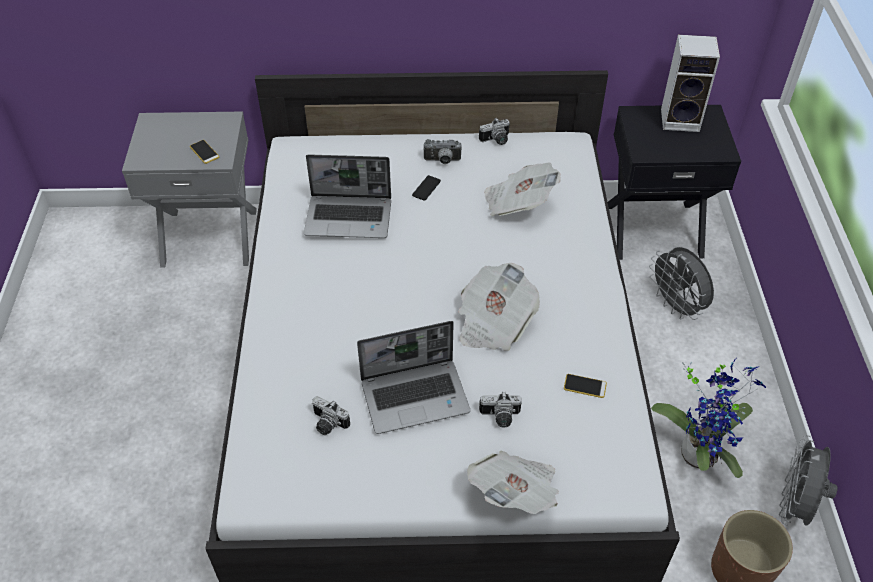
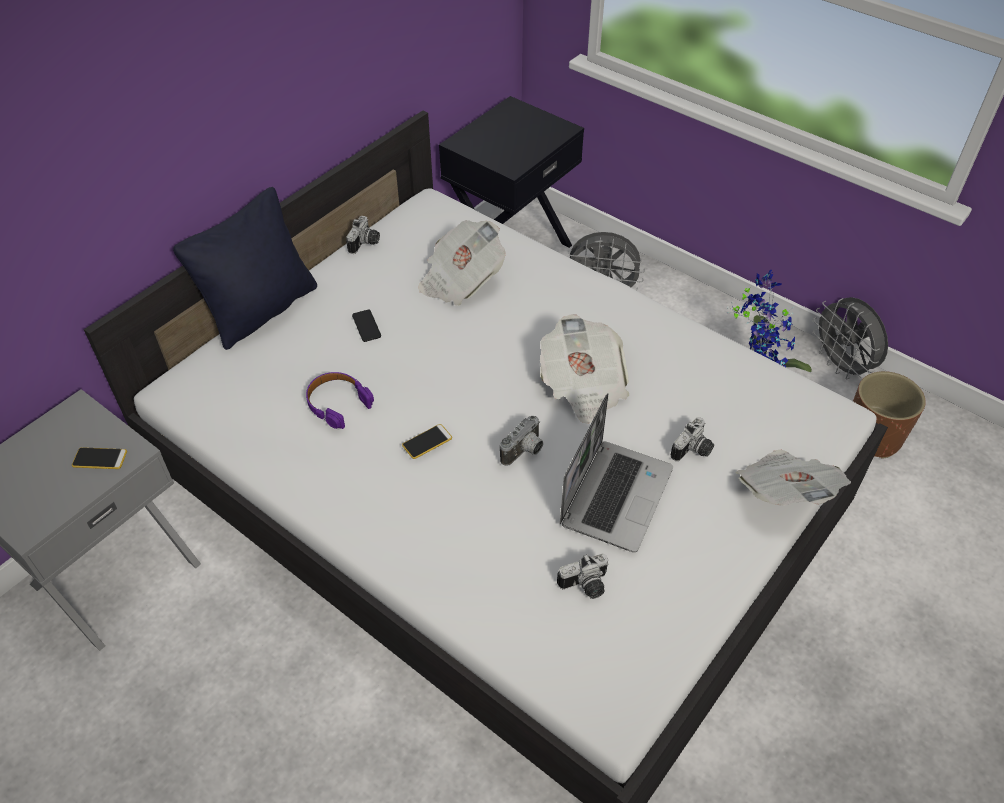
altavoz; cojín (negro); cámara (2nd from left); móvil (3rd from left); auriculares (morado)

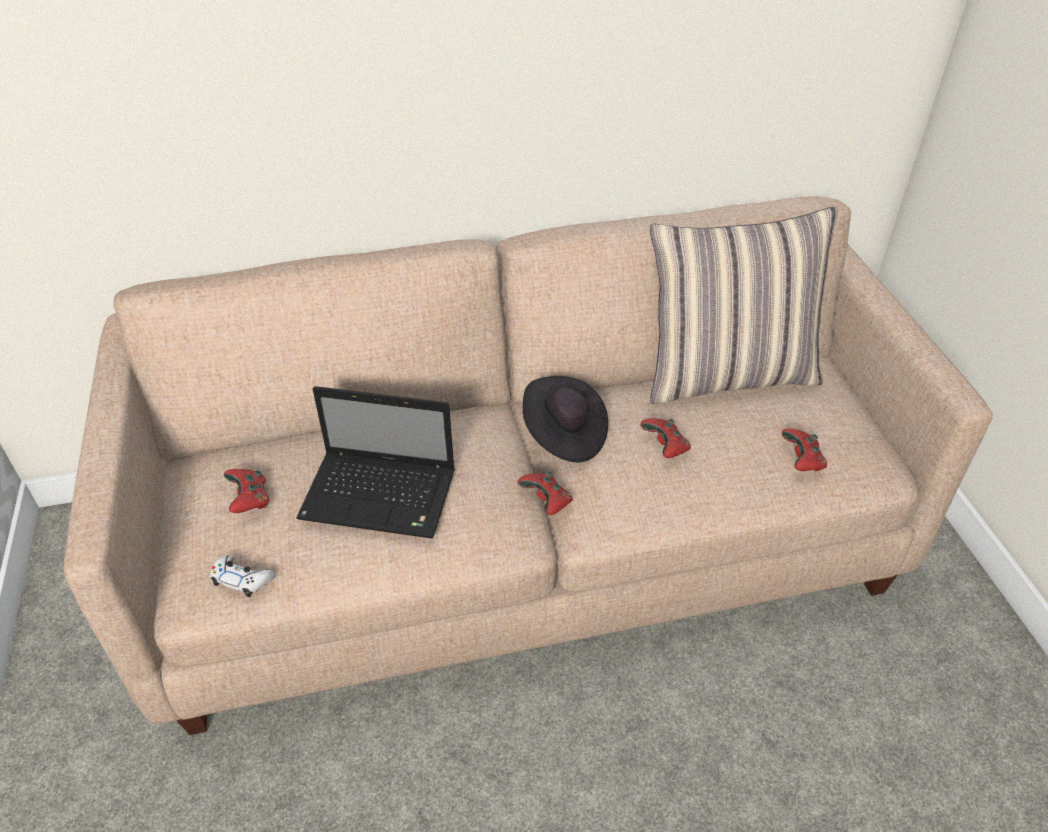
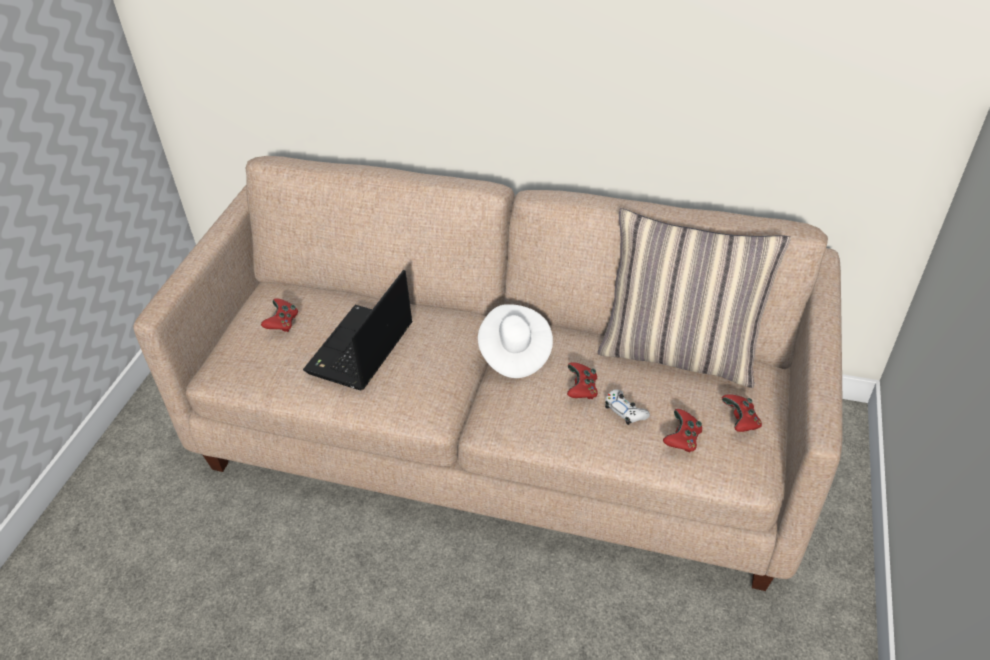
mando de consola (blanco); mando de consola (rojo) (4th from left); sombrero (blanco); portátil

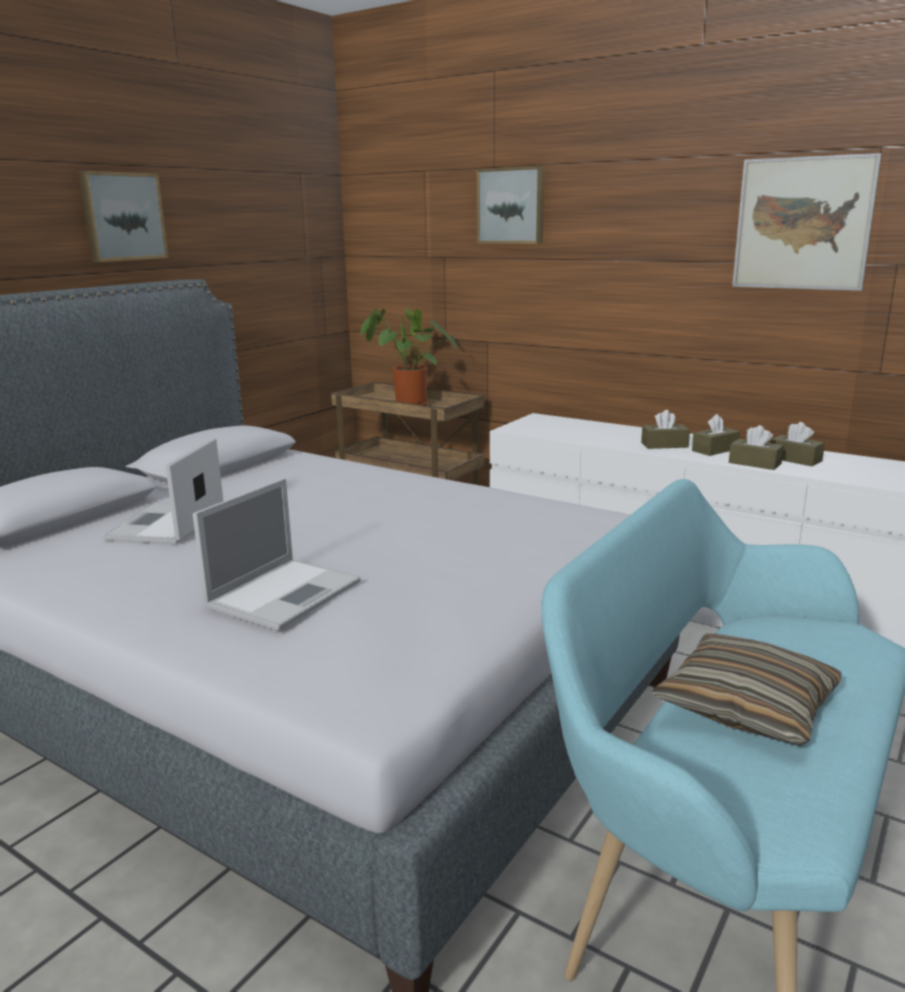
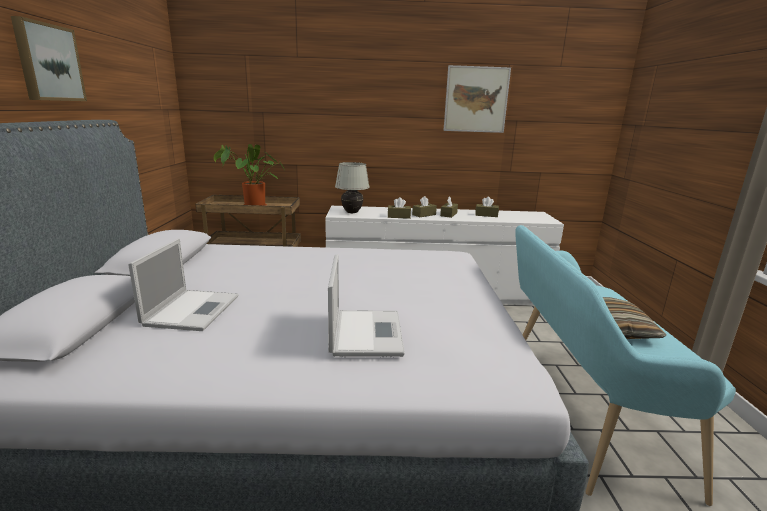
cuadro (2nd from left in the first image); lámpara de mesa (blanco); caja de pañuelos (marrón) (1st from left); portátil (1st from left)

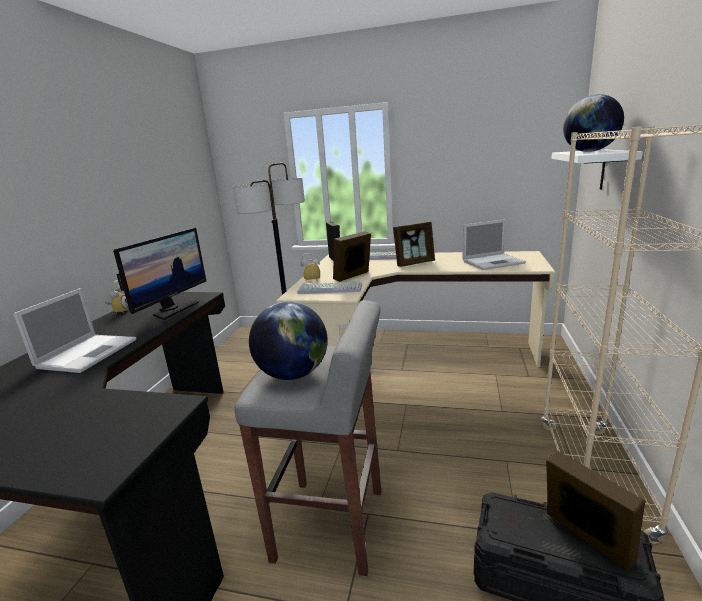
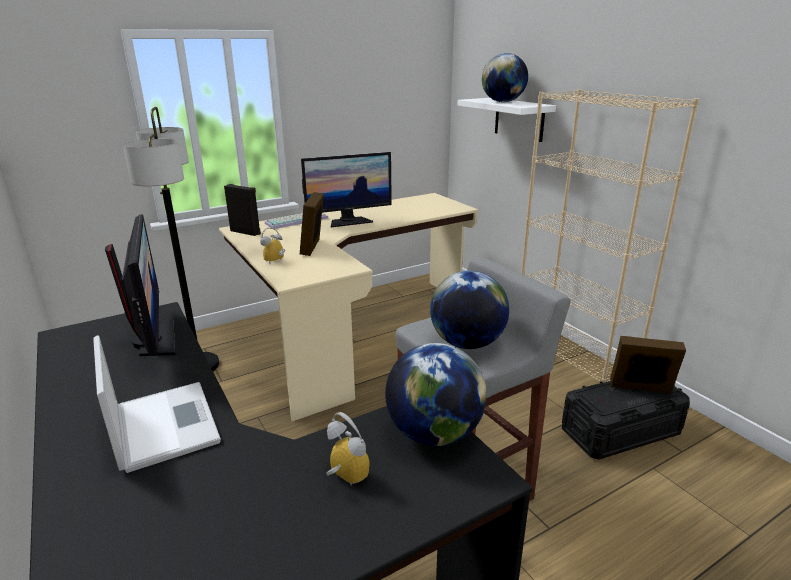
teclado (1st from left in the first image); portátil (2nd from left in the first image); globo terráqueo (1st from left); despertador (2nd from left); monitor (2nd from left)

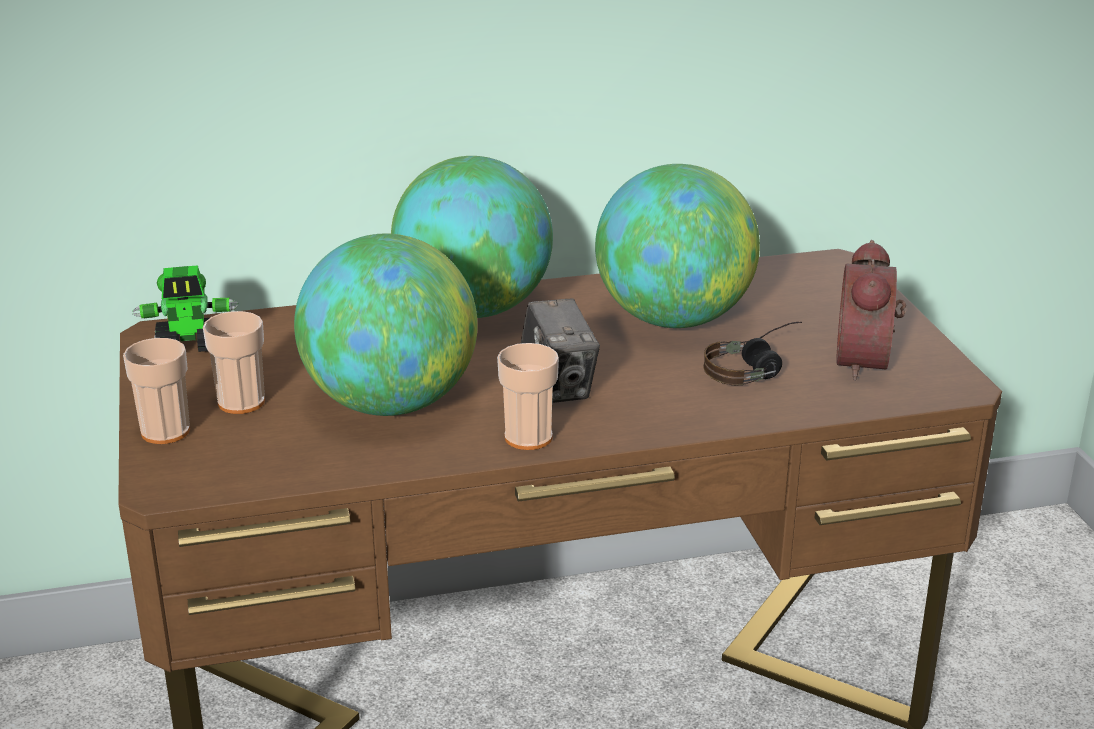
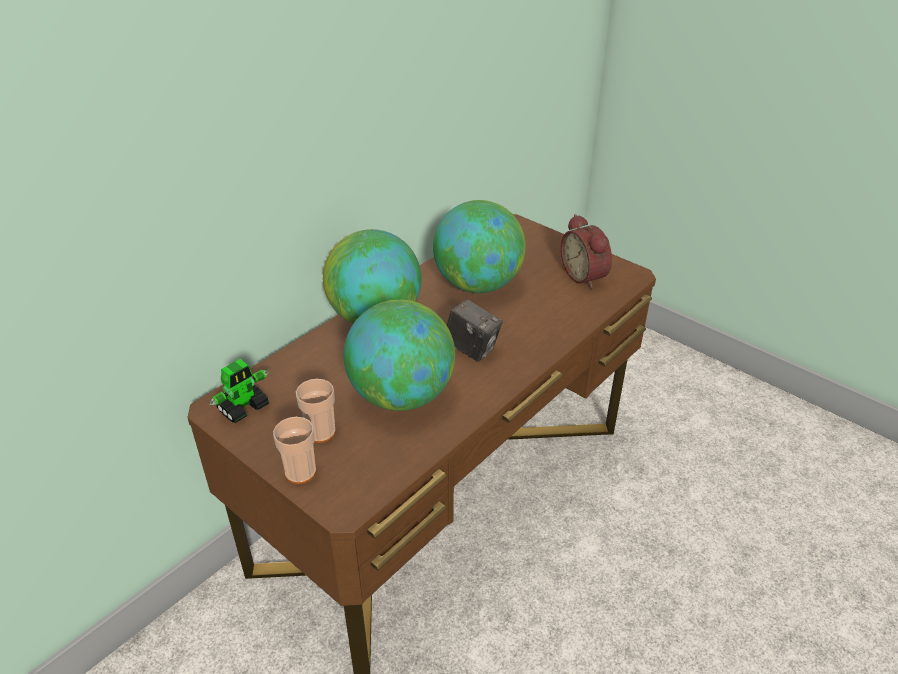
taza (3rd from left in the first image); auriculares

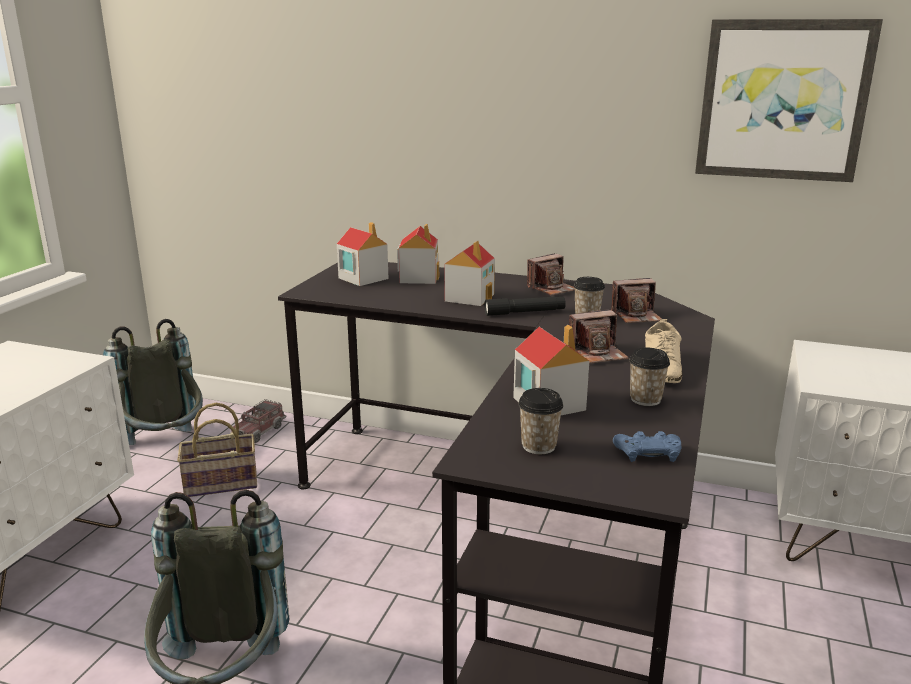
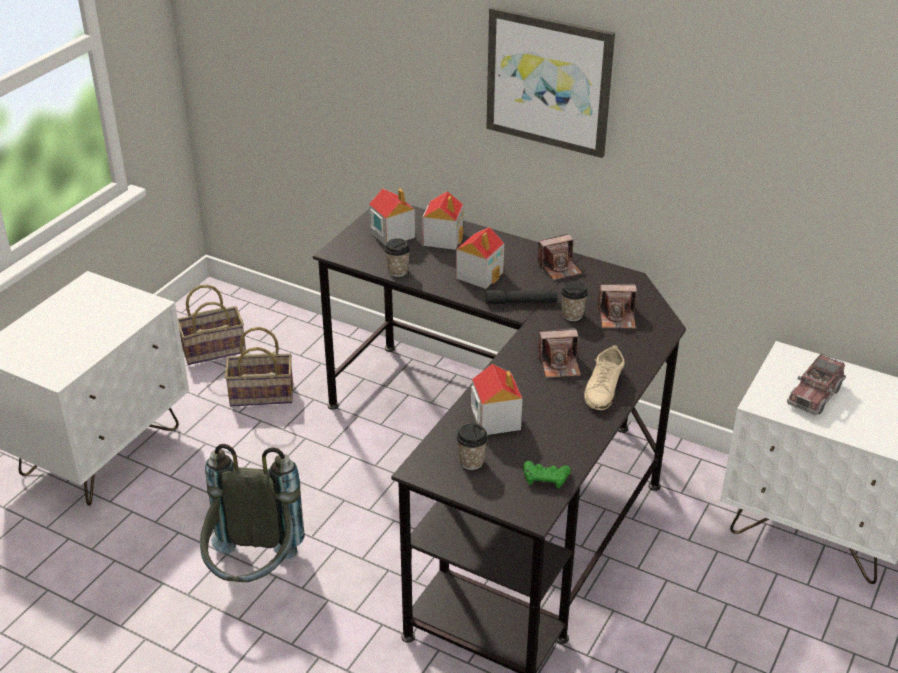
camión de juguete; taza (1st from left); cuadro; cesta (1st from left); mando de consola (verde)

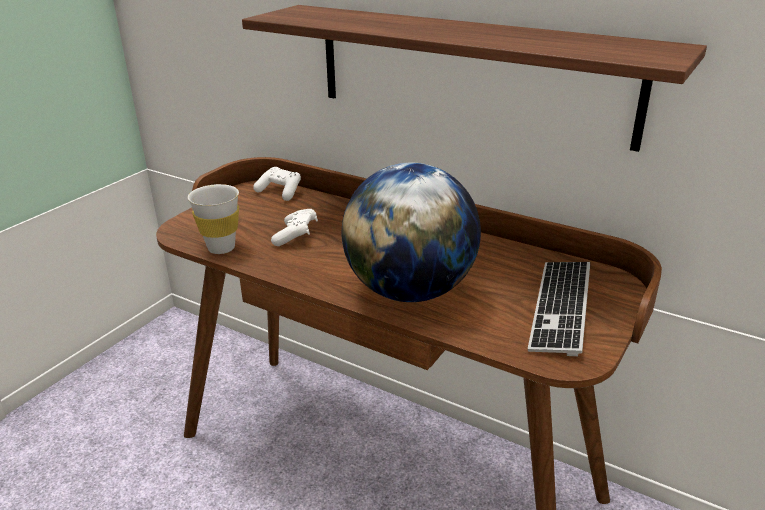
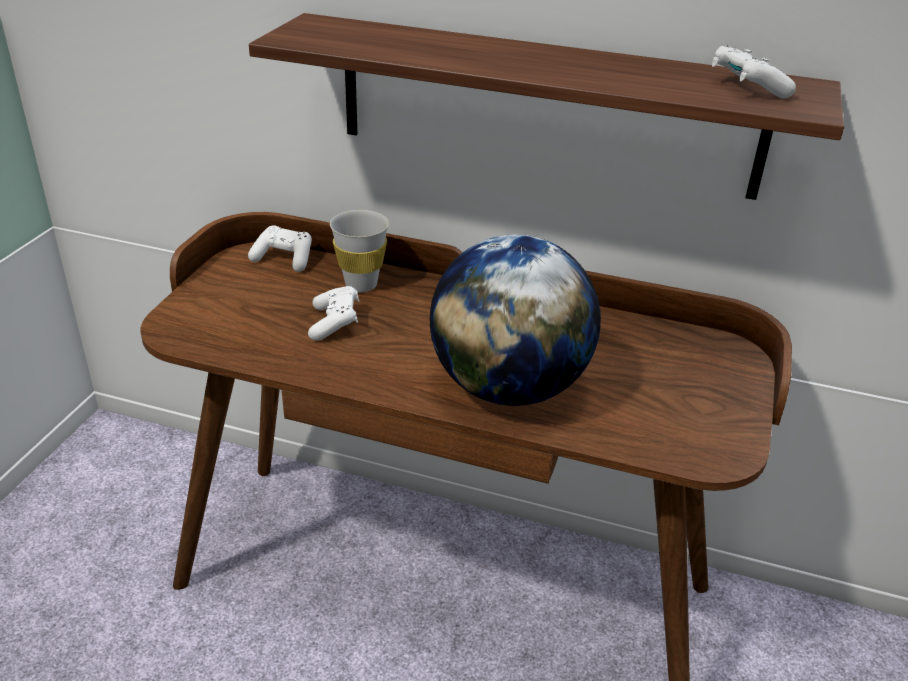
teclado; mando de consola (blanco) (3rd from left); taza (blanco)

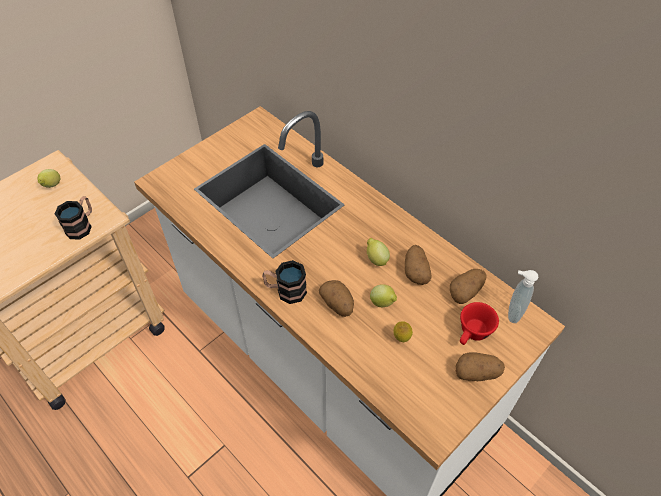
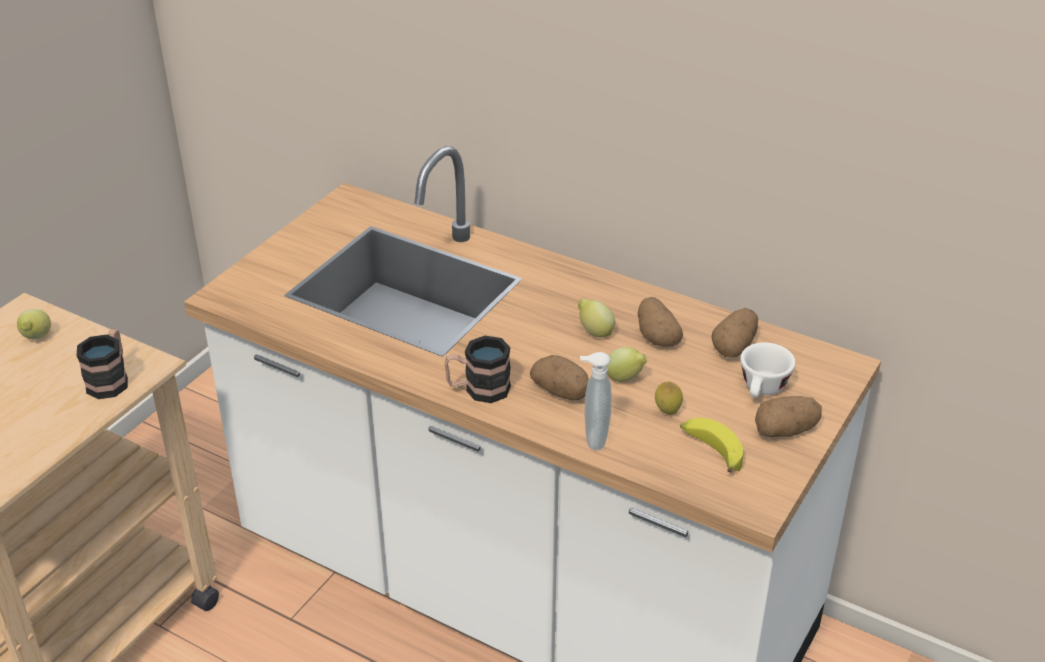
plátano; dispensador de jabón; taza (blanco)

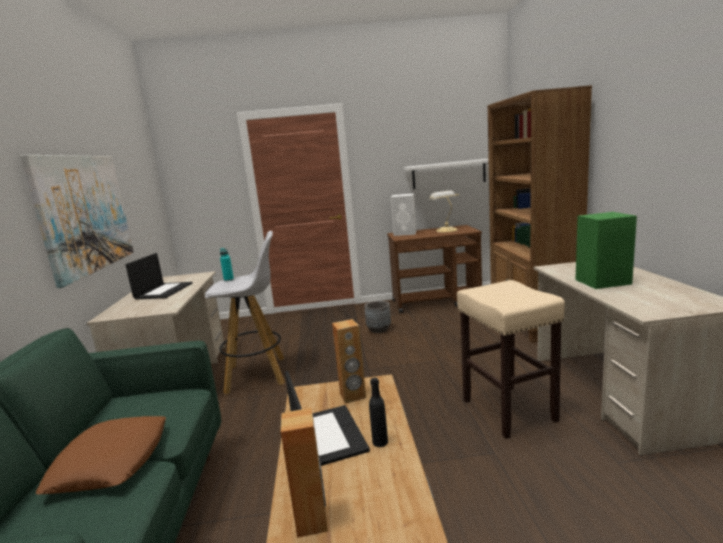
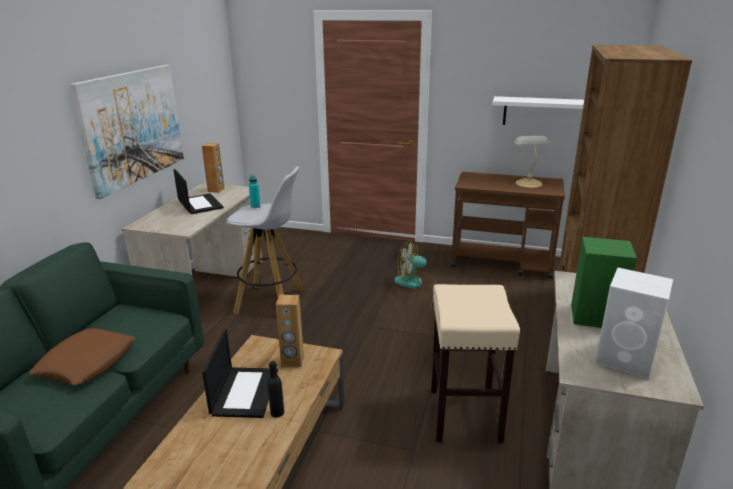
altavoz (marrón) (1st from left); altavoz (blanco); ventilador; portátil (1st from left)

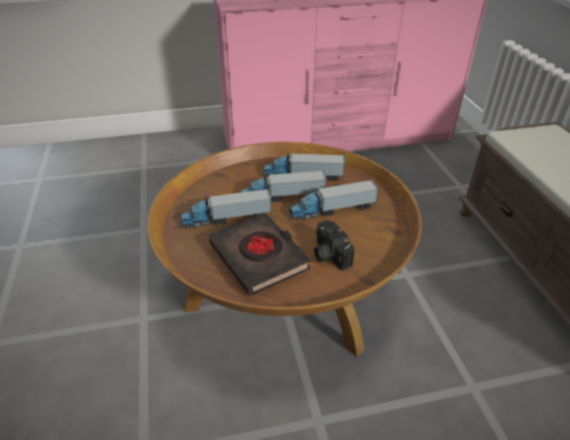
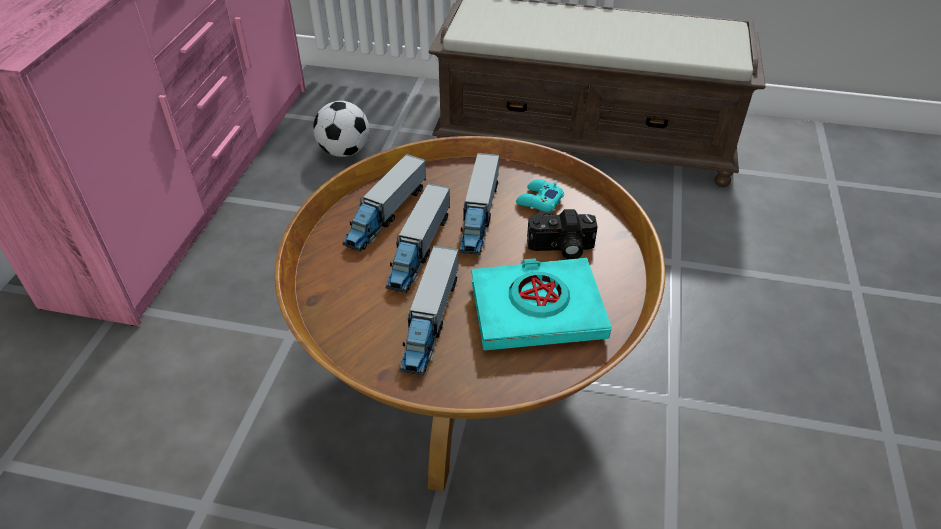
balón de fútbol; mando de consola (turquesa); libro (turquesa)

